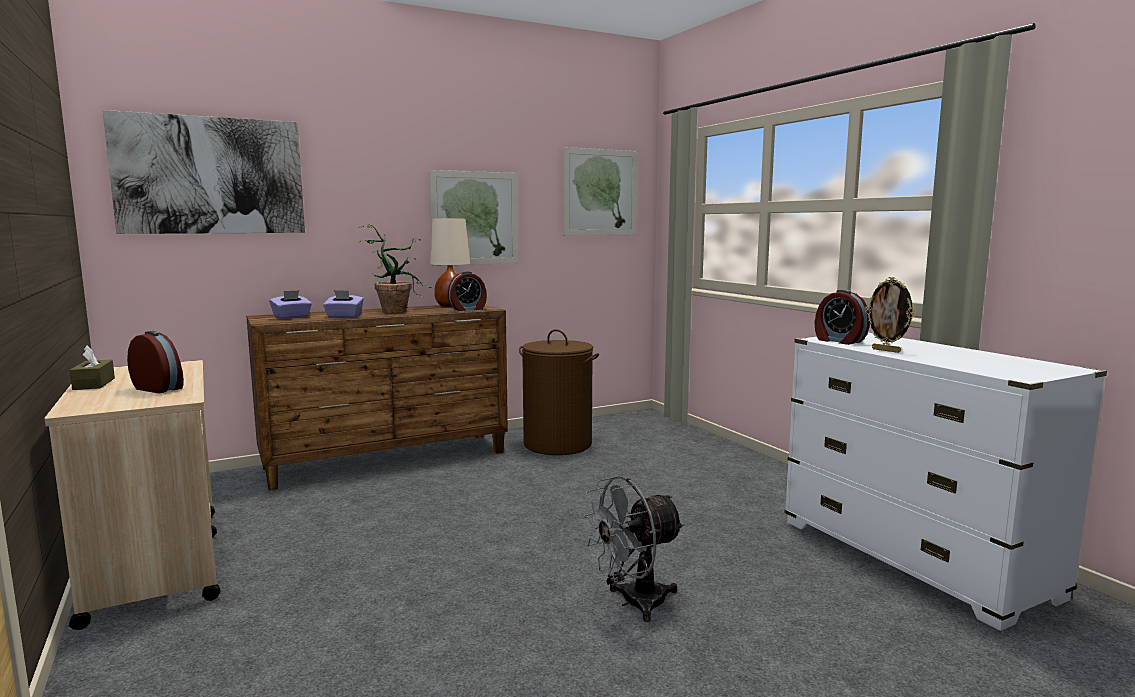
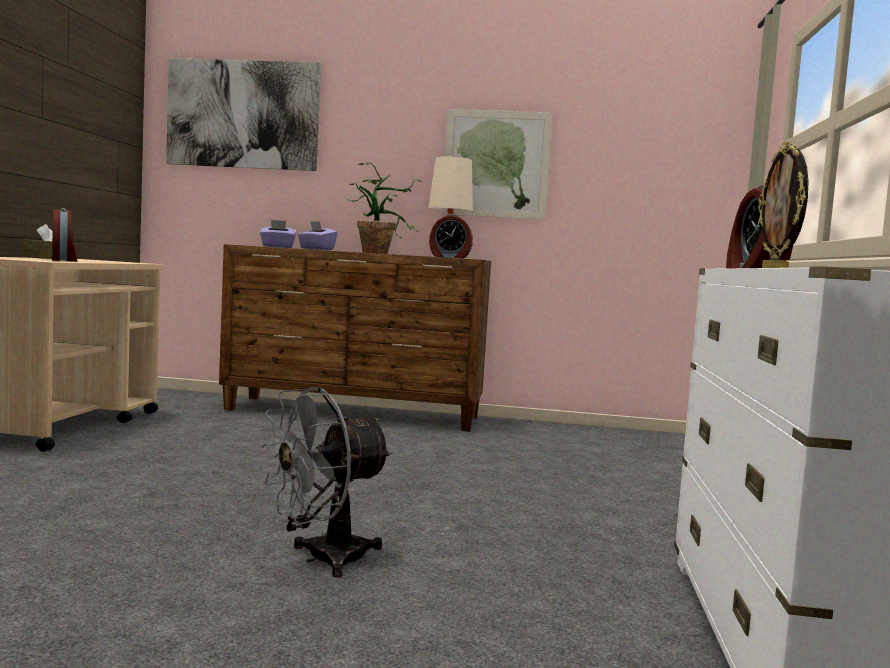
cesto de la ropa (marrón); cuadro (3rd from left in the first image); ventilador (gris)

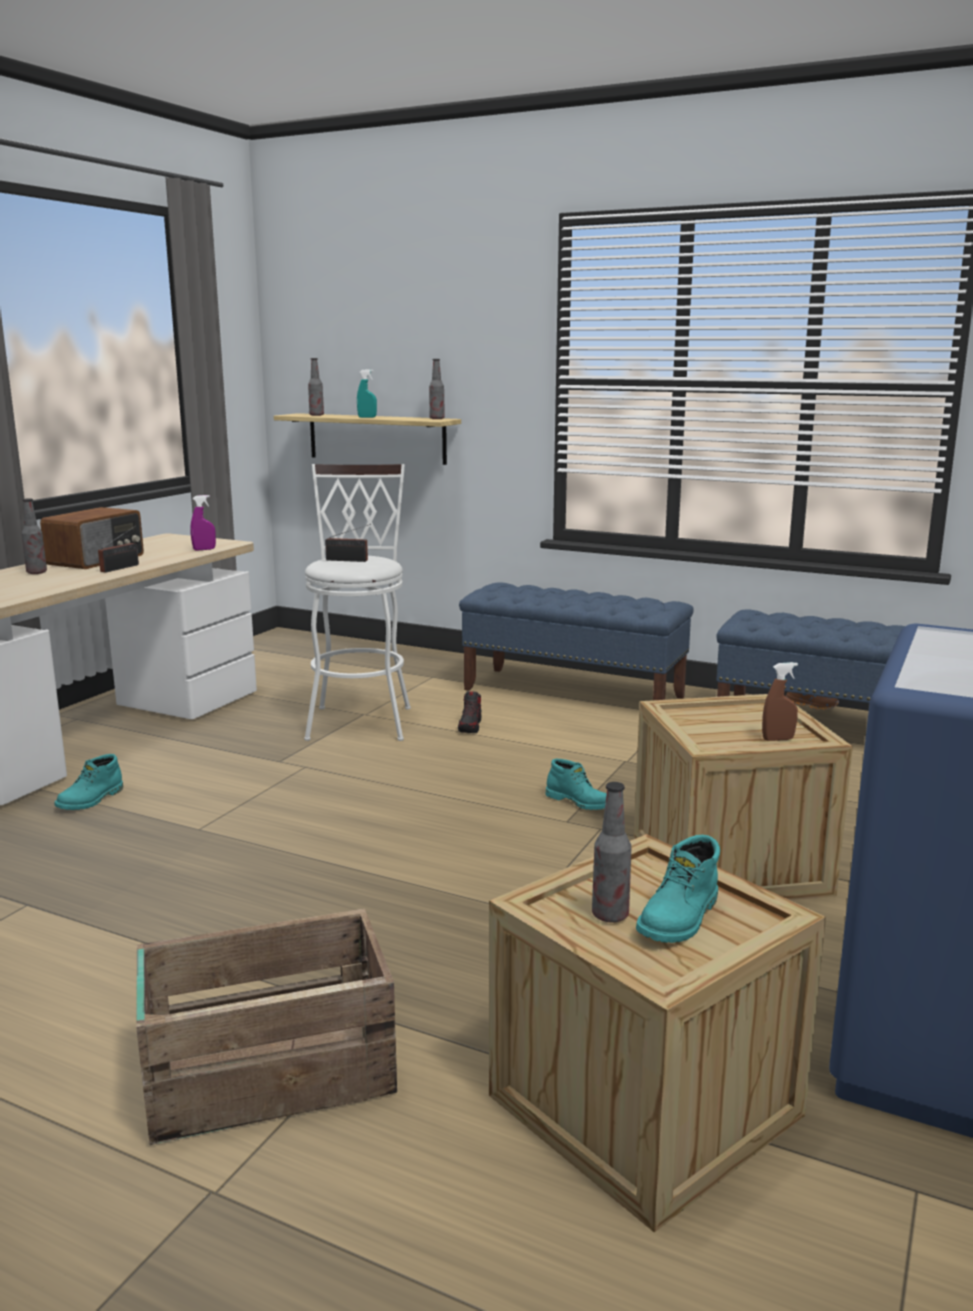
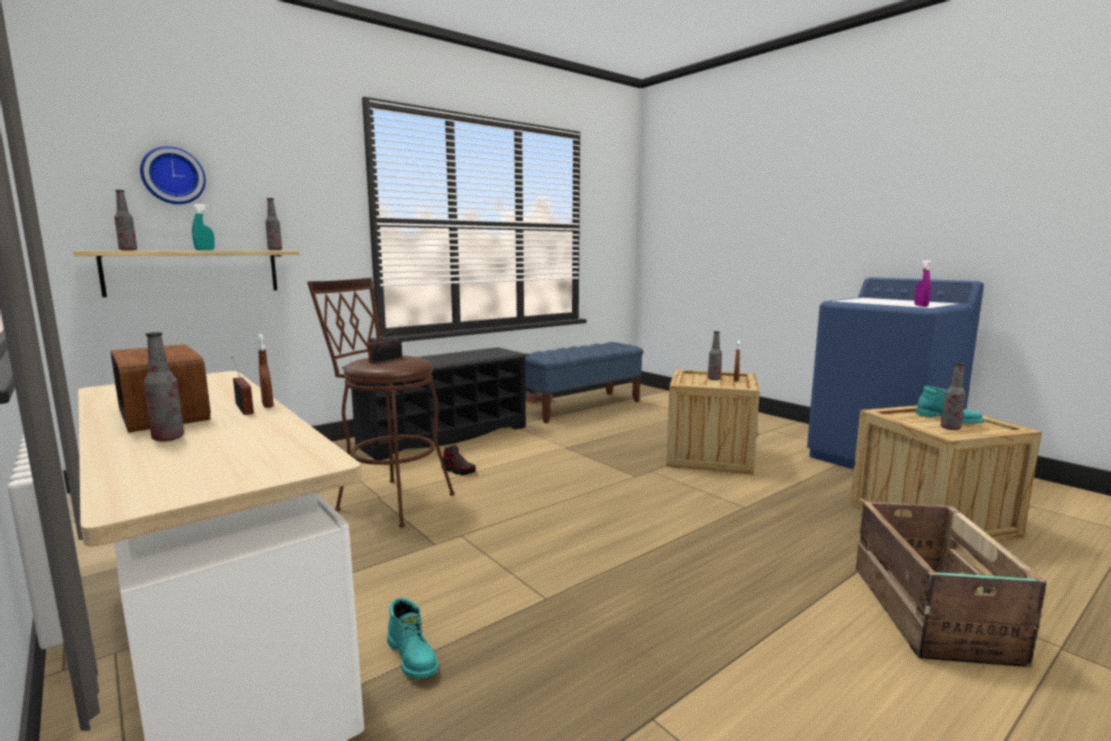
bota (turquesa) (2nd from left in the first image); reloj de pared; pulverizador (marrón) (1st from left); botella (4th from left); pulverizador (morado); zapatero (negro); taburete (marrón)

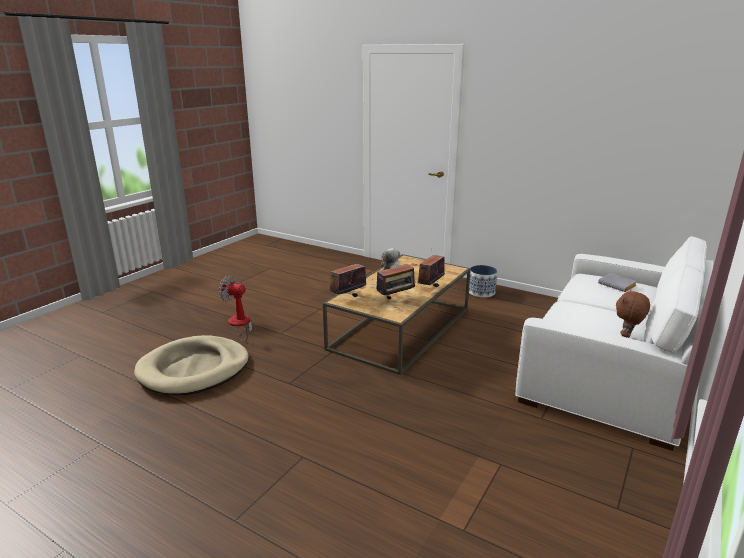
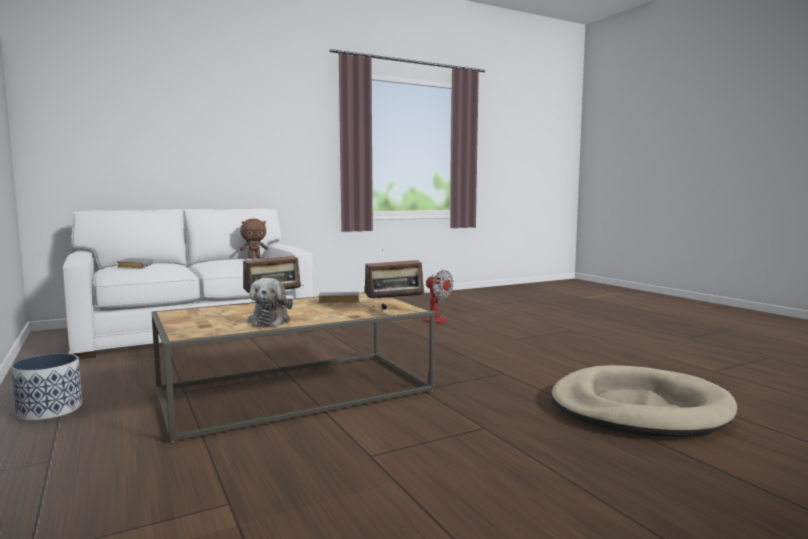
ventilador; libro (gris) (2nd from left)

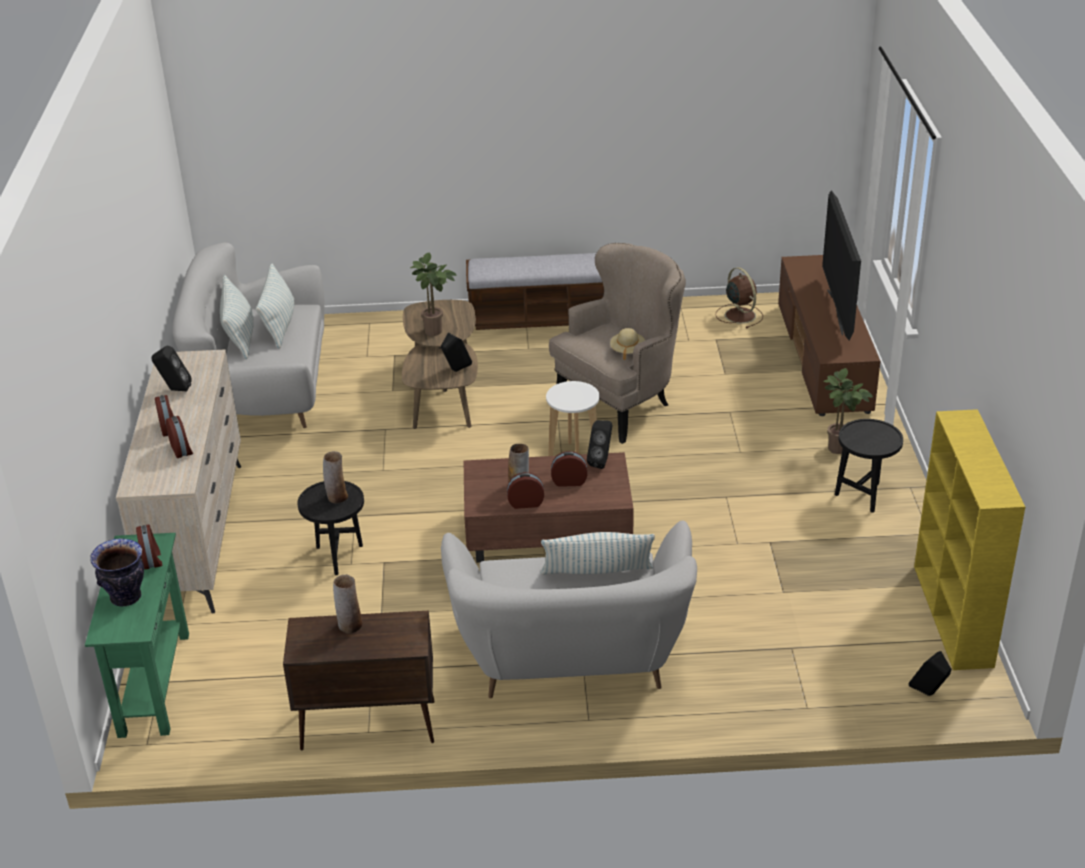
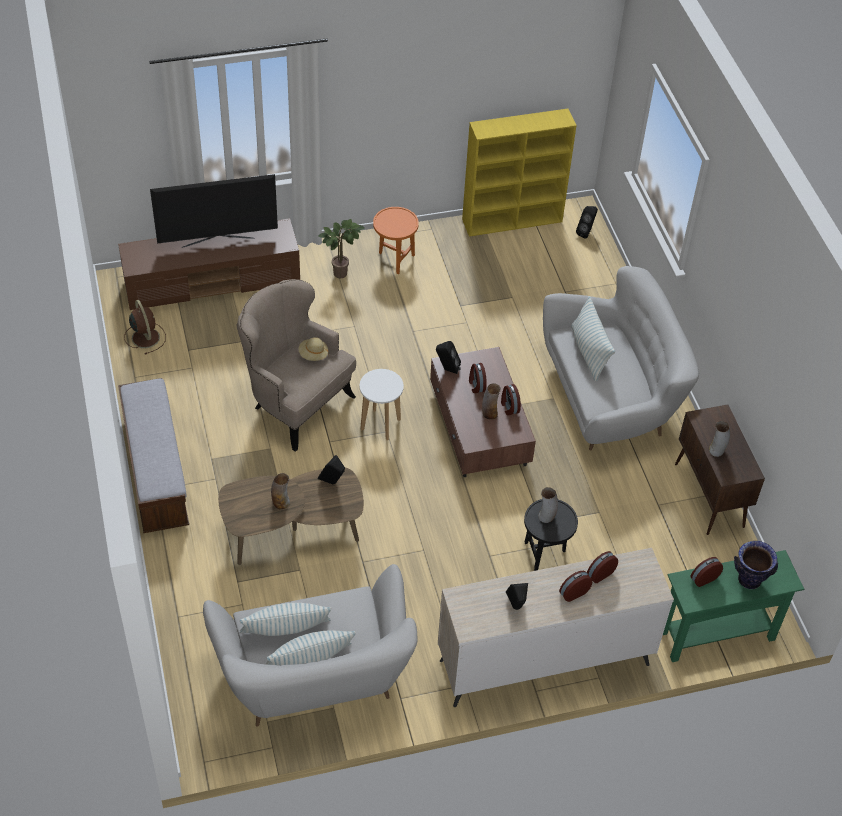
florero (1st from left); mesa auxiliar (naranja); ventilador (marrón)

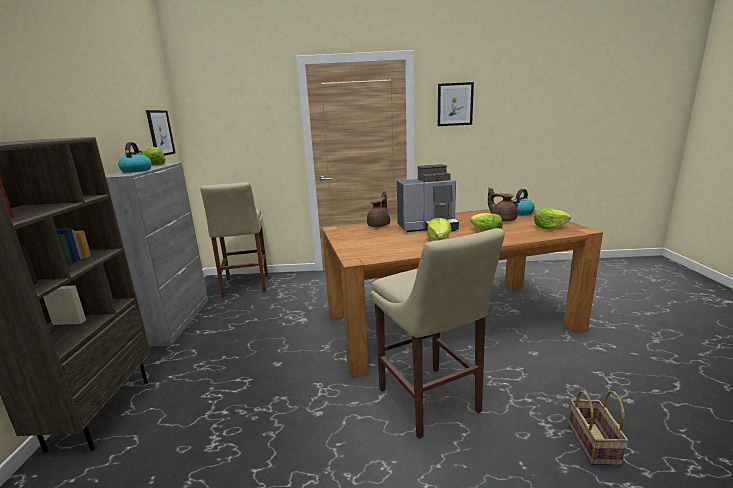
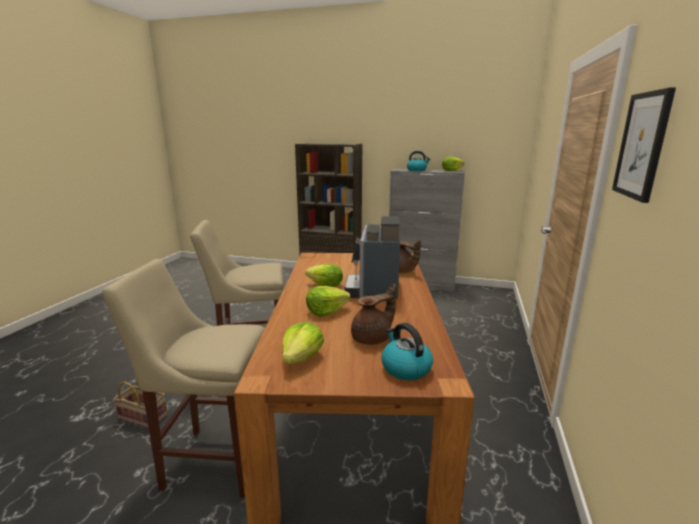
cuadro (1st from left in the first image); taburete (beis) (1st from left)

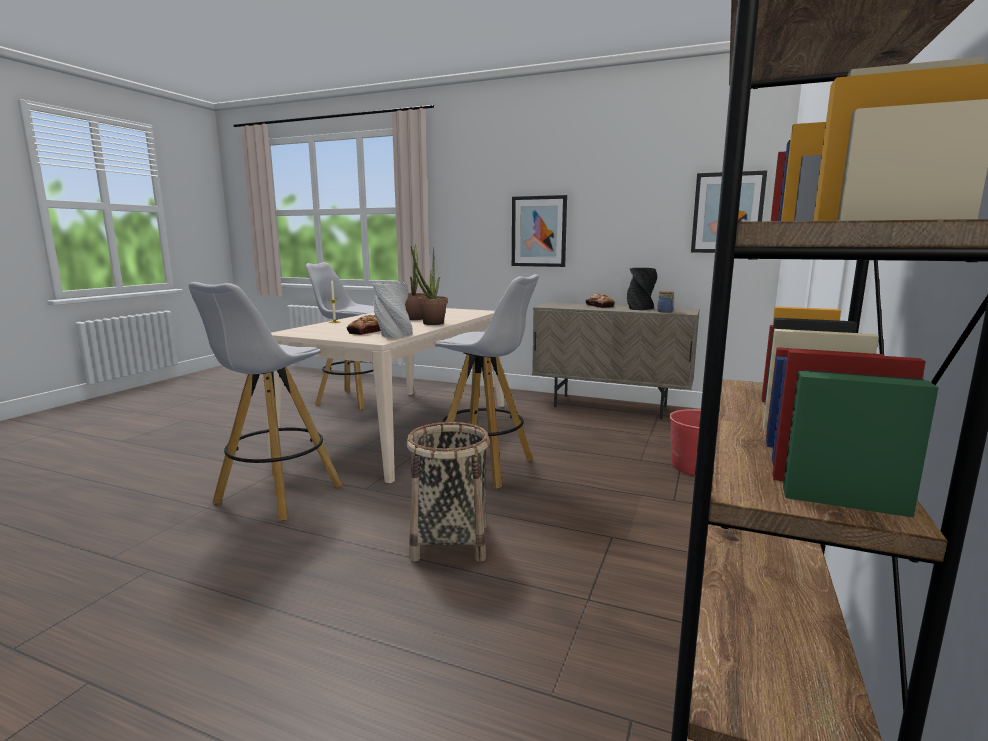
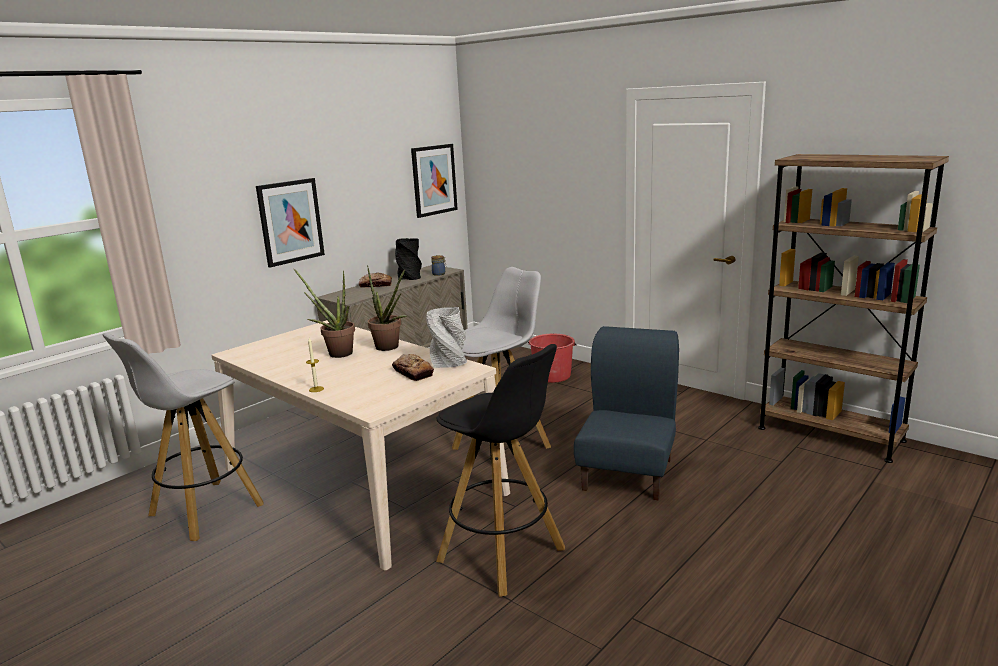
silla (azul); taburete (negro)

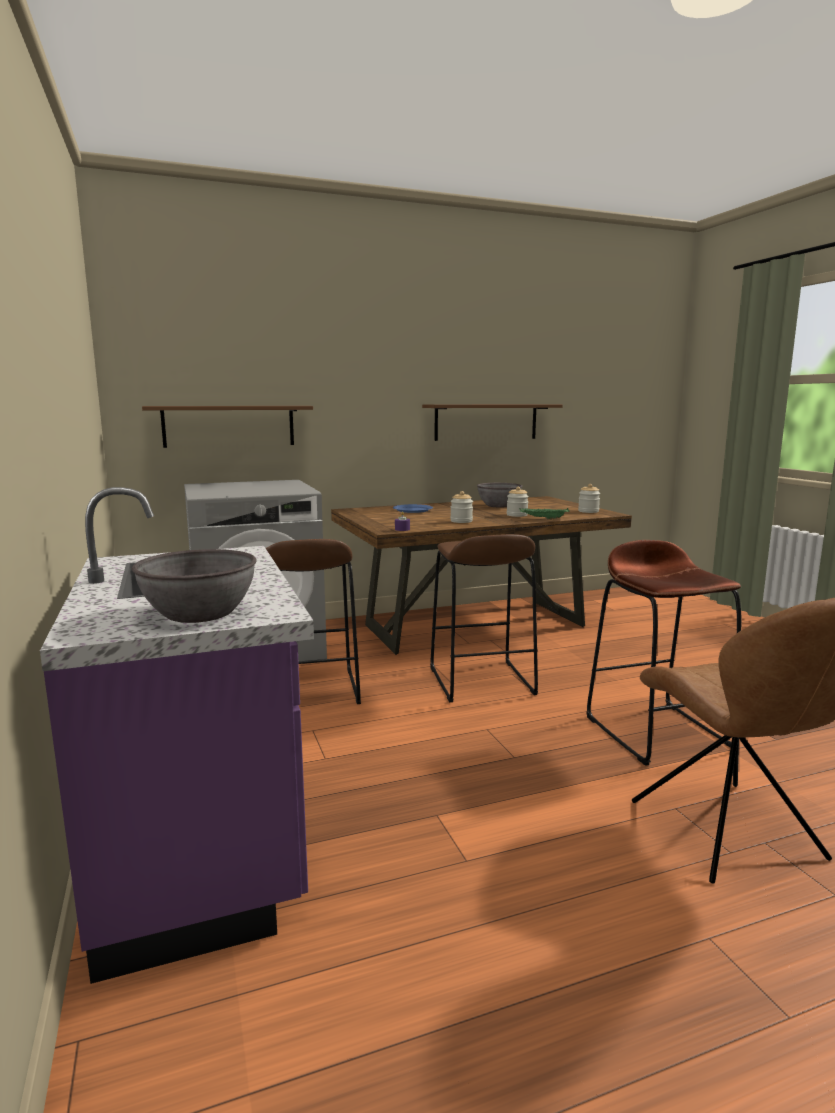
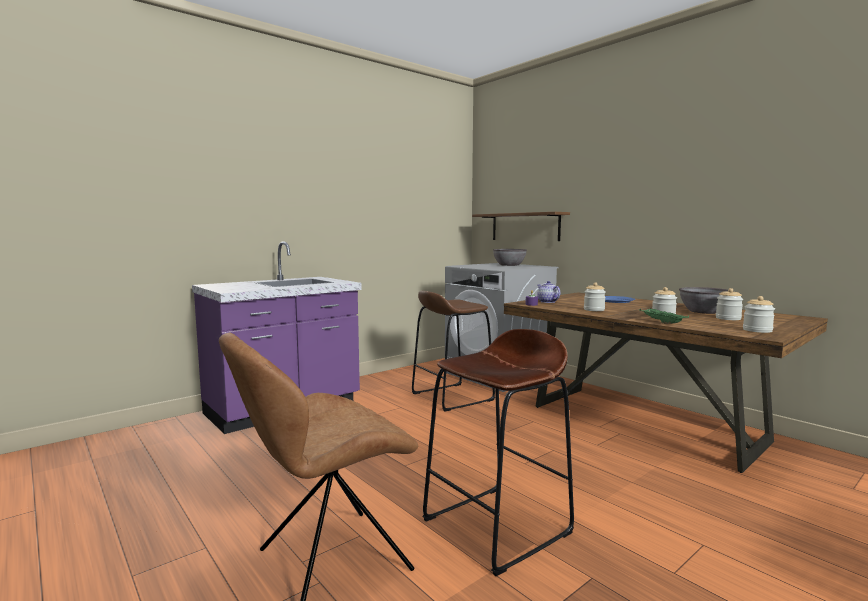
estante (marrón) (2nd from left in the first image); taburete (marrón) (2nd from left in the first image); tetera; tarro (3rd from left); cuenco (gris) (1st from left)

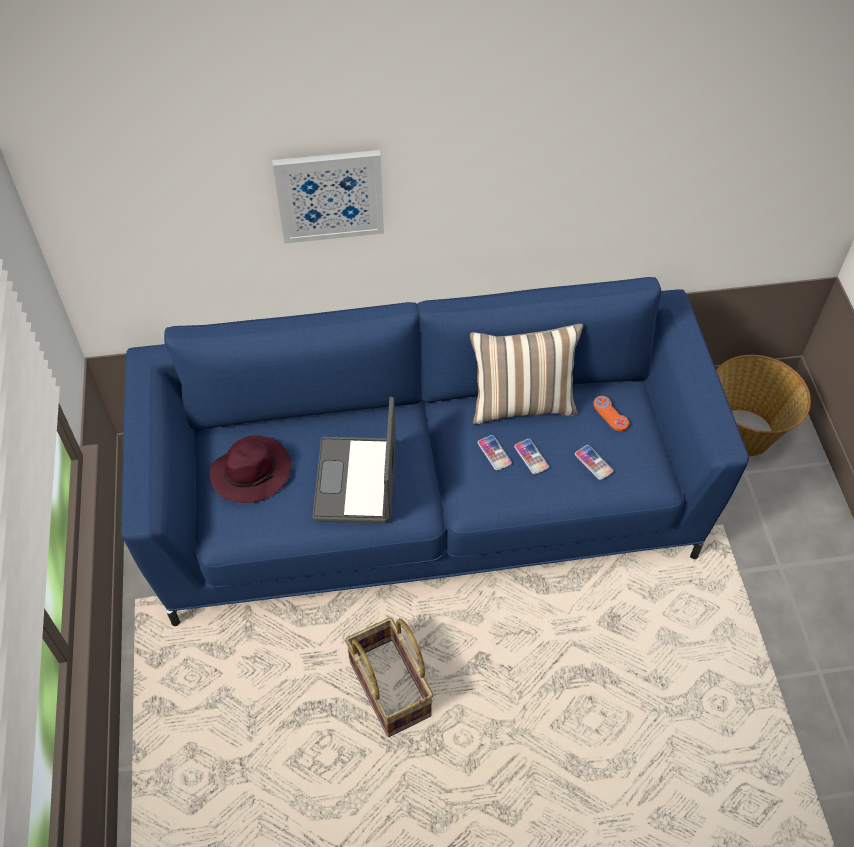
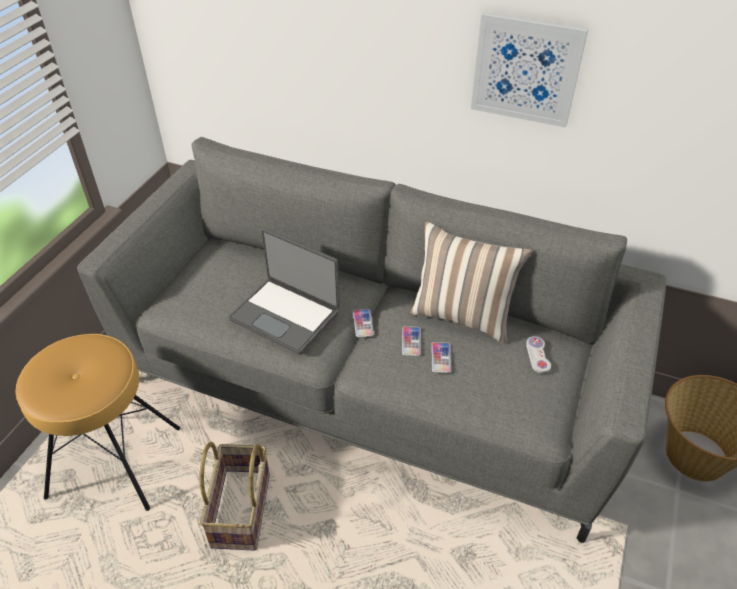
sombrero (morado); taburete (marrón); cuadro; móvil (1st from left); sofá (gris); mando de consola (blanco); portátil

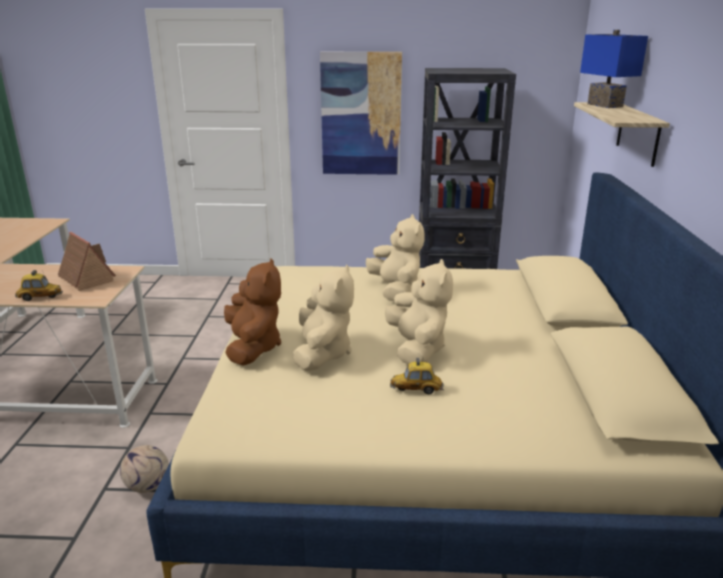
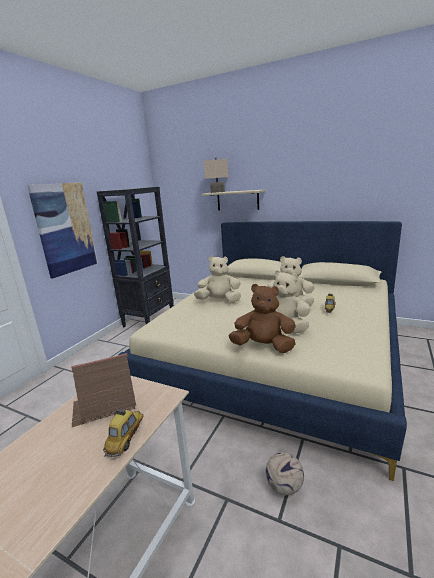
lámpara de mesa (beis)

